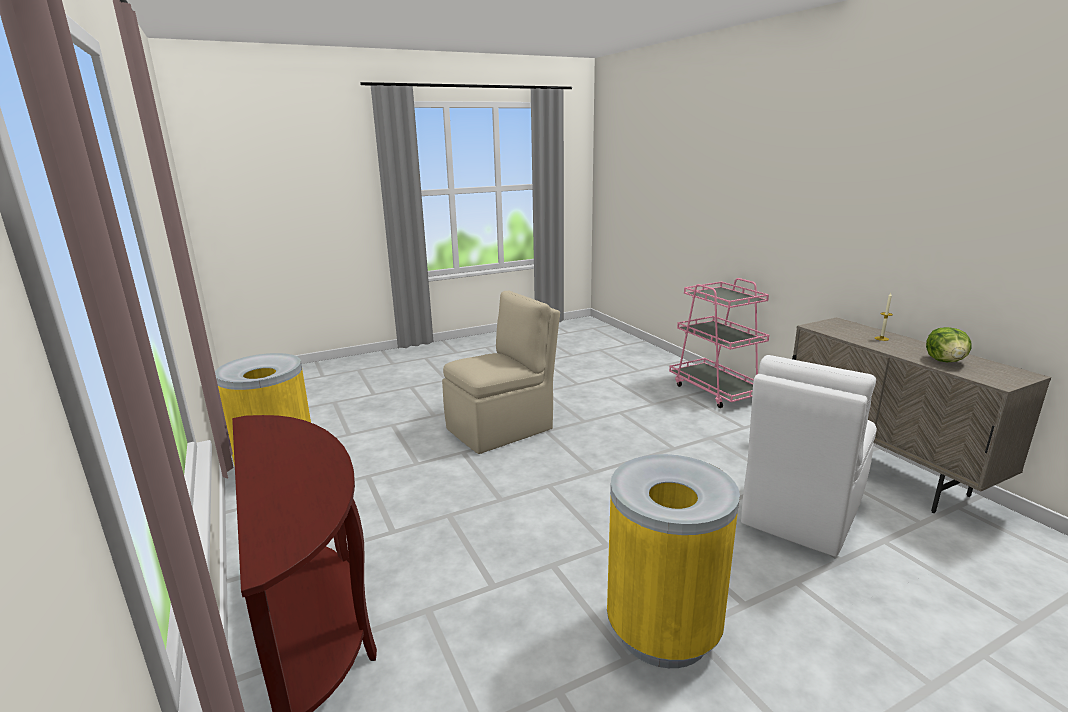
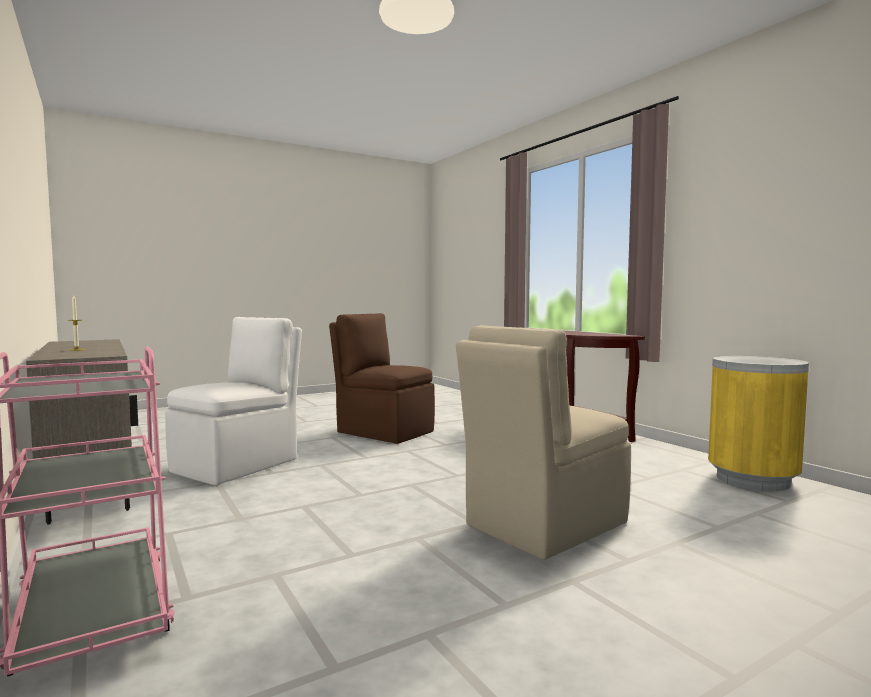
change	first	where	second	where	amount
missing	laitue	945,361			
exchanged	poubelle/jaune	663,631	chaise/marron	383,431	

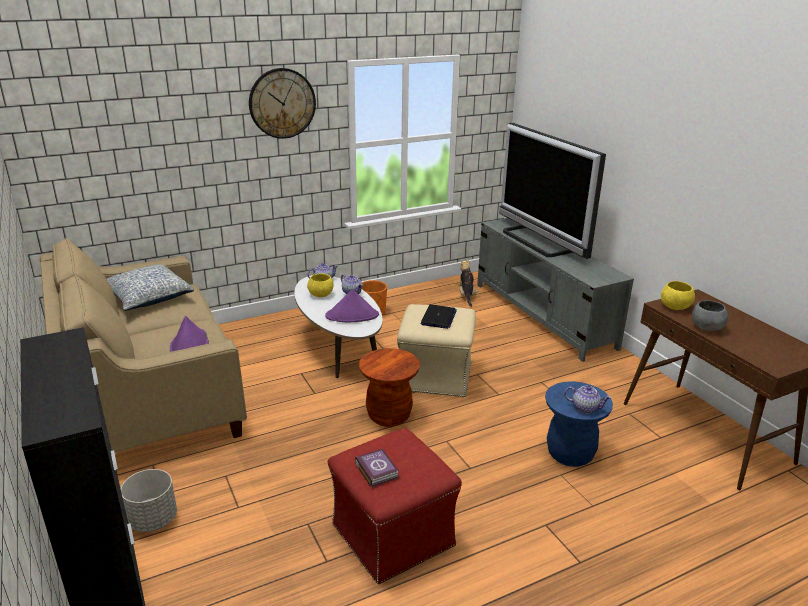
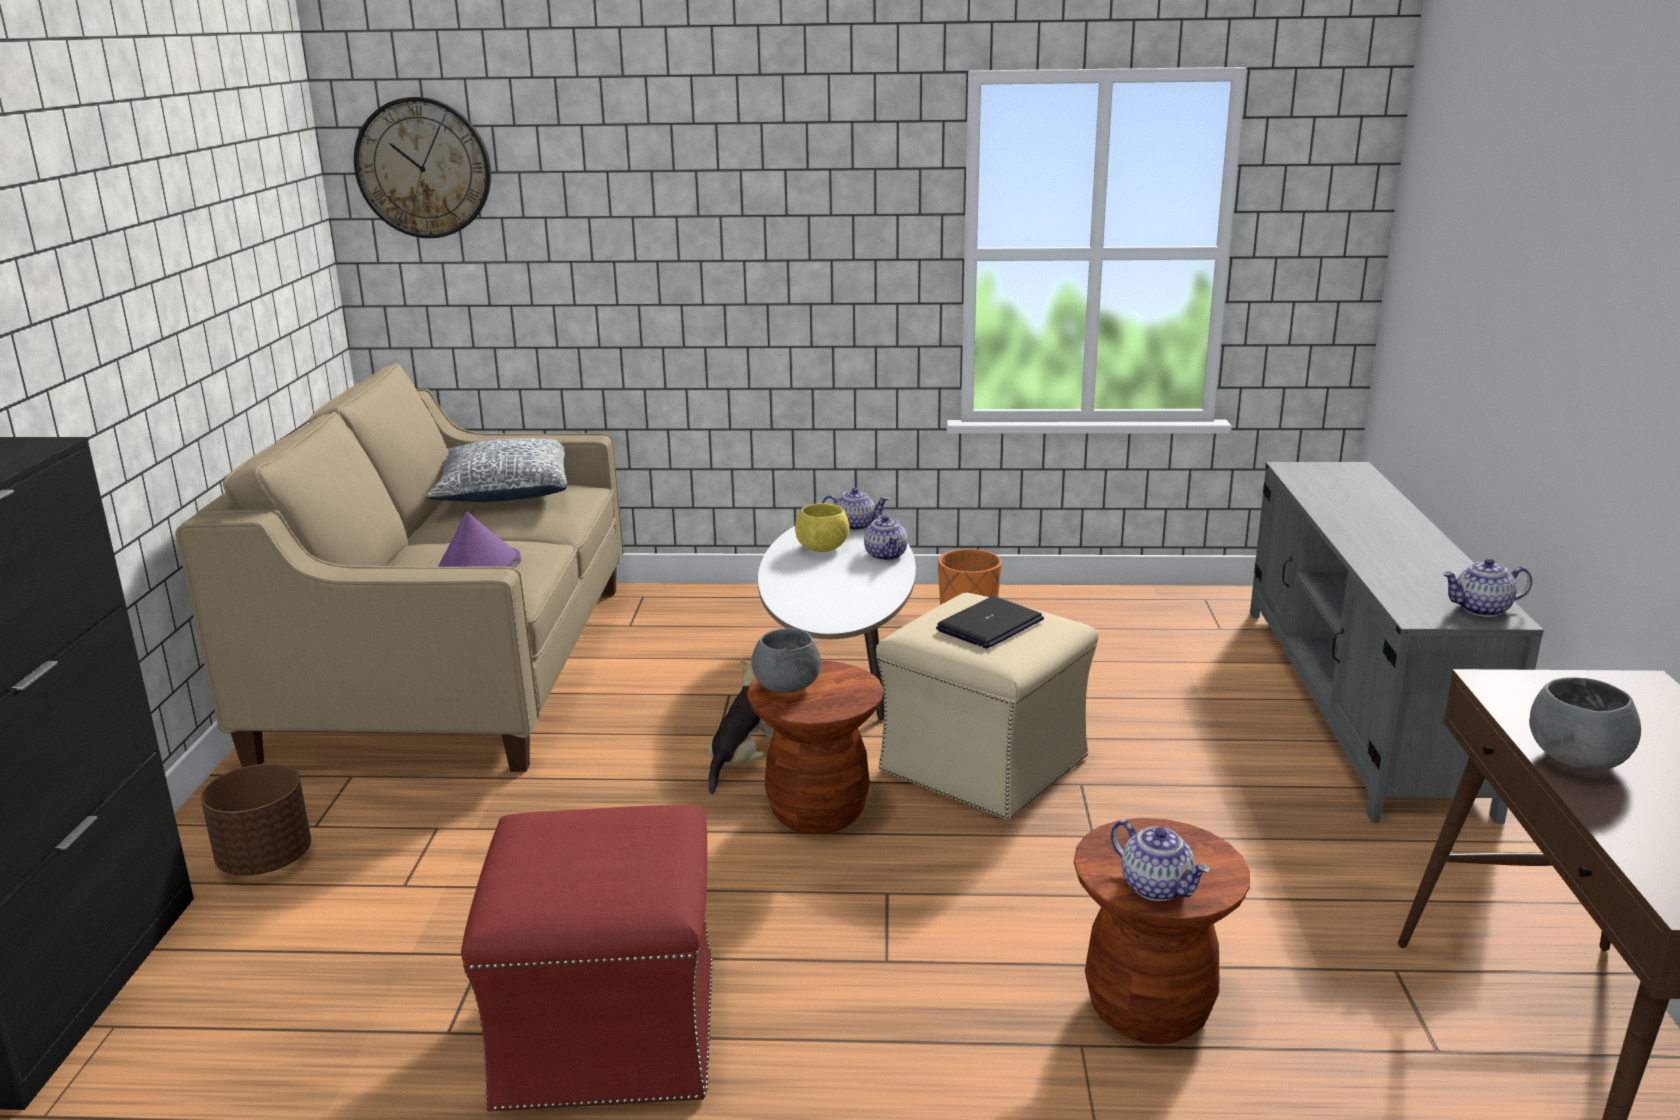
change	first	where	second	where	amount
missing	chapeau/violet	352,316			
missing	livre	377,470			
missing	téléviseur	537,241			
missing	bol/jaune	674,307			
appeared			bol/gris	787,687	
appeared			théière	1481,609	
relocated	horloge murale	282,103		423,168	
relocated	peluche	466,296		743,761	
colour	cache-pot/gris	152,519	cache-pot/marron	265,860	
colour	tabouret/bleu	570,454	tabouret/marron	1148,1009	

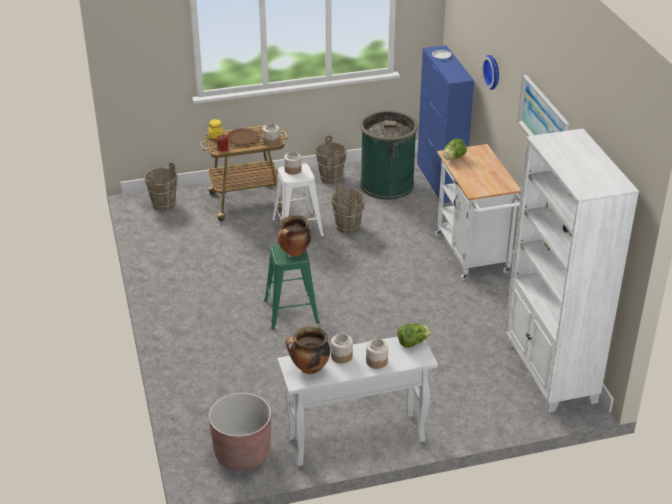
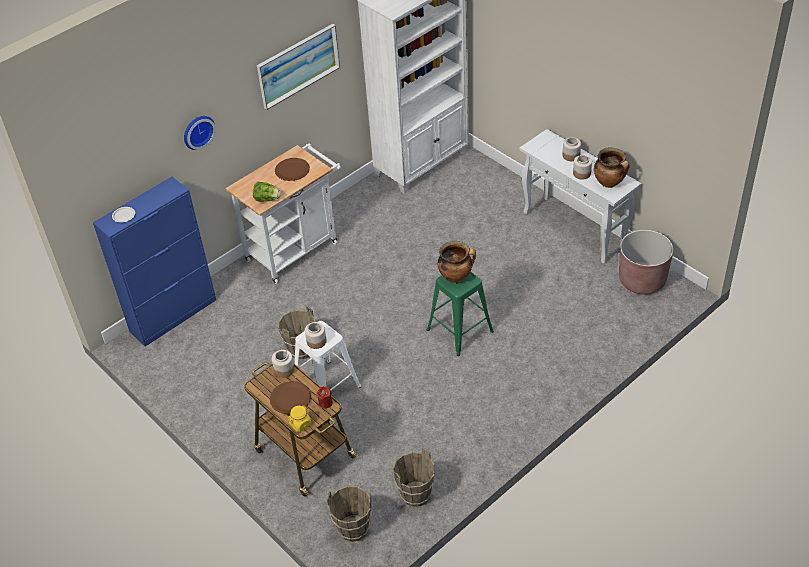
change	first	where	second	where	amount
missing	poubelle/vert	387,184			
missing	laitue	412,343			
appeared			assiette/marron	292,170	
relocated	seau/marron	330,178		416,494	

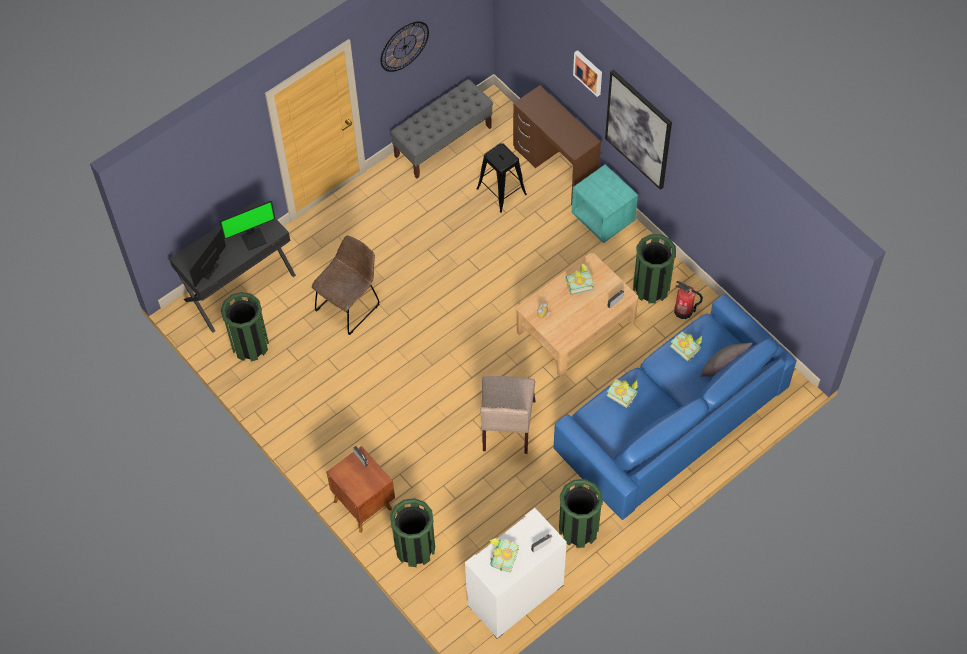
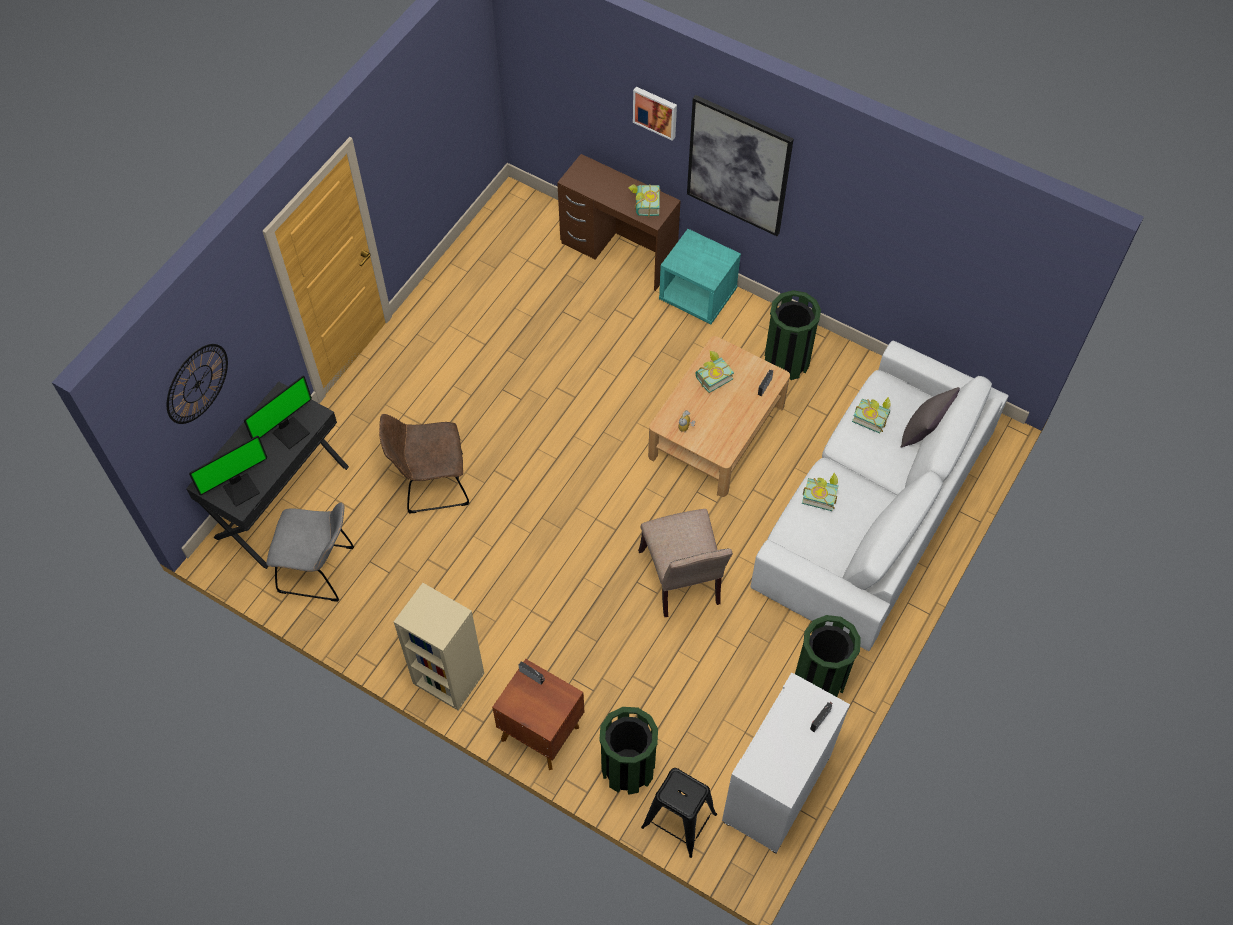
change	first	where	second	where	amount
missing	banc/gris	443,141			
missing	extincteur	683,311			
appeared			bibliothèque/beige	447,678	
relocated	horloge murale	404,46		197,383	
relocated	tabouret/noir	501,191		679,820	
relocated	livre	501,557		644,205	
exchanged	poubelle/vert	250,345	chaise/gris	321,570	
colour	canapé/bleu	670,417	canapé/blanc	873,508	
spun	écran d'ordinateur	206,269		241,488	135 degrees counterclockwise
spun	chaise/marron	350,305		431,484	120 degrees counterclockwise

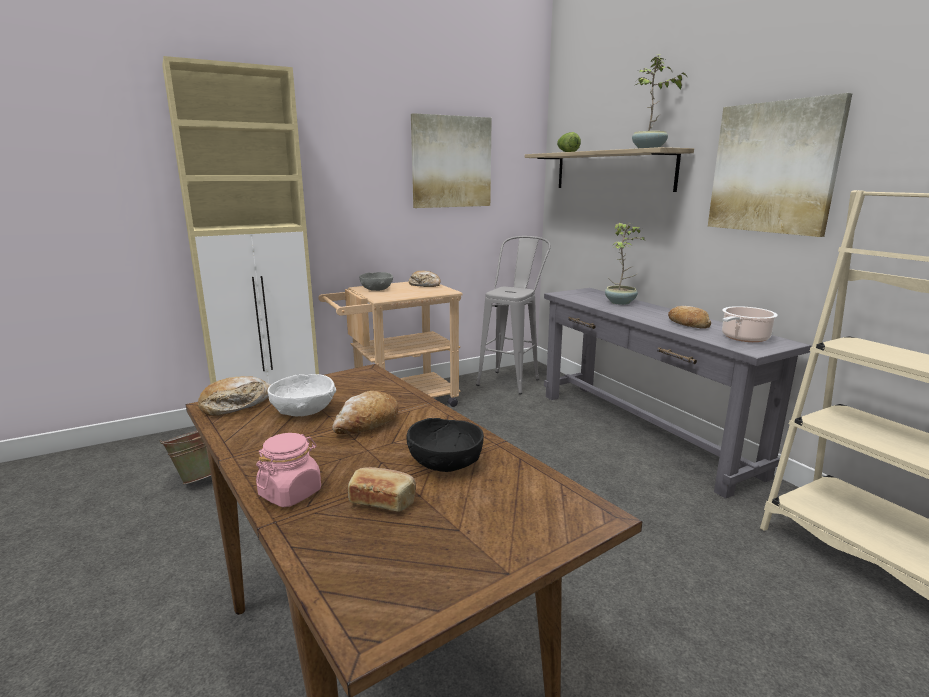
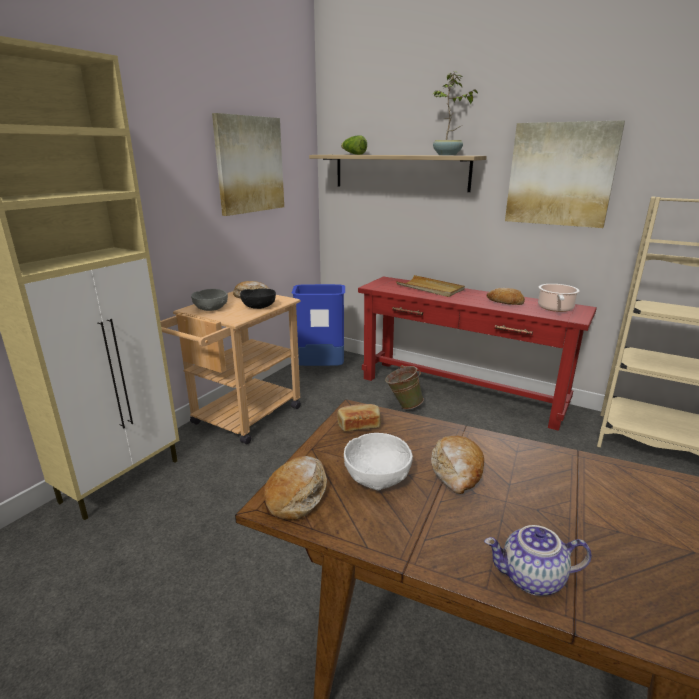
change	first	where	second	where	amount
relocated	seau/vert	196,478		403,405	
relocated	pain	383,501		359,425	
relocated	bol/noir	446,463		259,306	
exchanged	bocal/rose	290,493	théière	531,579	
exchanged	tabouret/gris	512,379	poubelle/bleu	321,368	
exchanged	plante en pot	621,302	plateau/beige	430,288	
colour	table console/gris	641,431	table console/rouge	460,392	

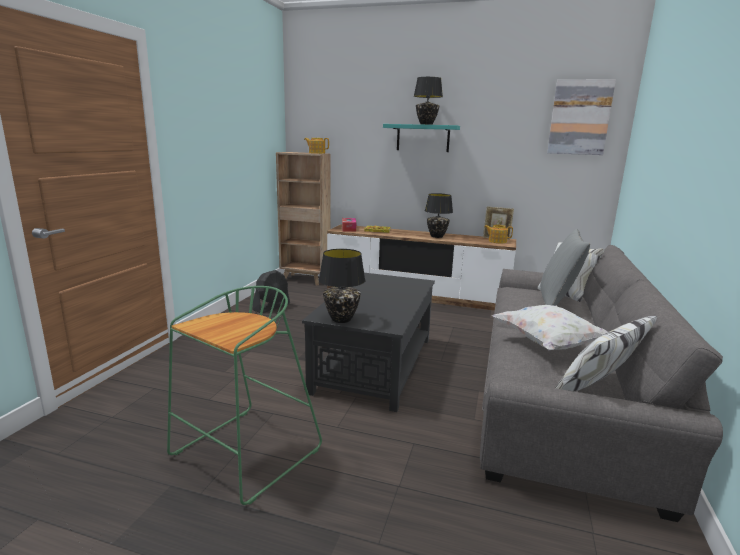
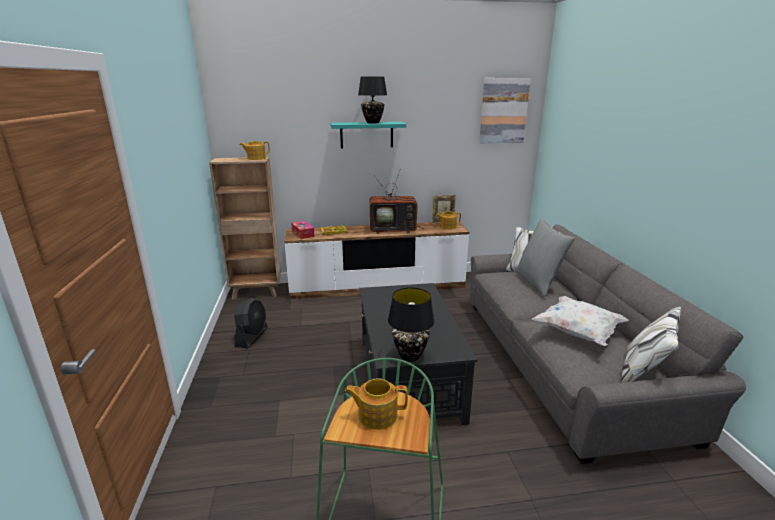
change	first	where	second	where	amount
appeared			théière	376,415	
exchanged	lampe de table/noir	437,236	téléviseur	394,229	

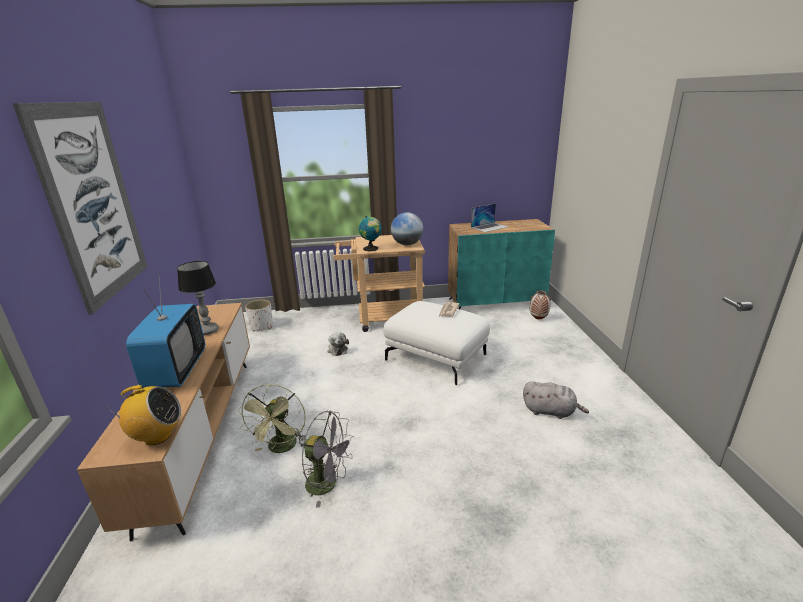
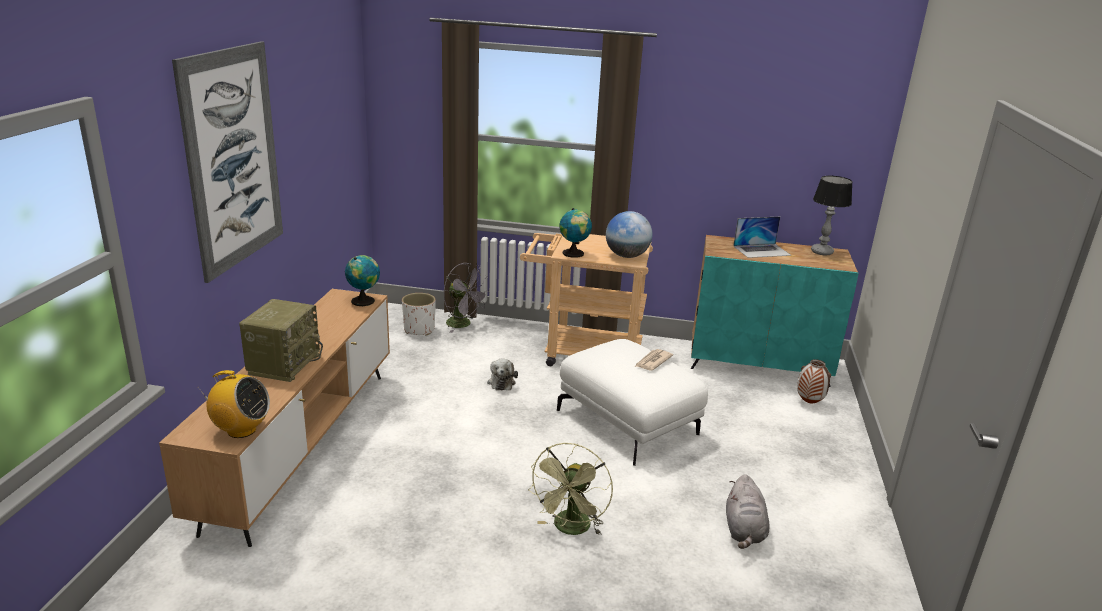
change	first	where	second	where	amount
appeared			globe	364,301	
relocated	lampe de table	208,331		822,252	
relocated	ventilateur/vert	281,448		570,529	
relocated	ventilateur/gris	328,484		463,324	
exchanged	téléviseur	176,370	radio	284,363	
spun	peluche/gris	551,411		744,531	60 degrees clockwise

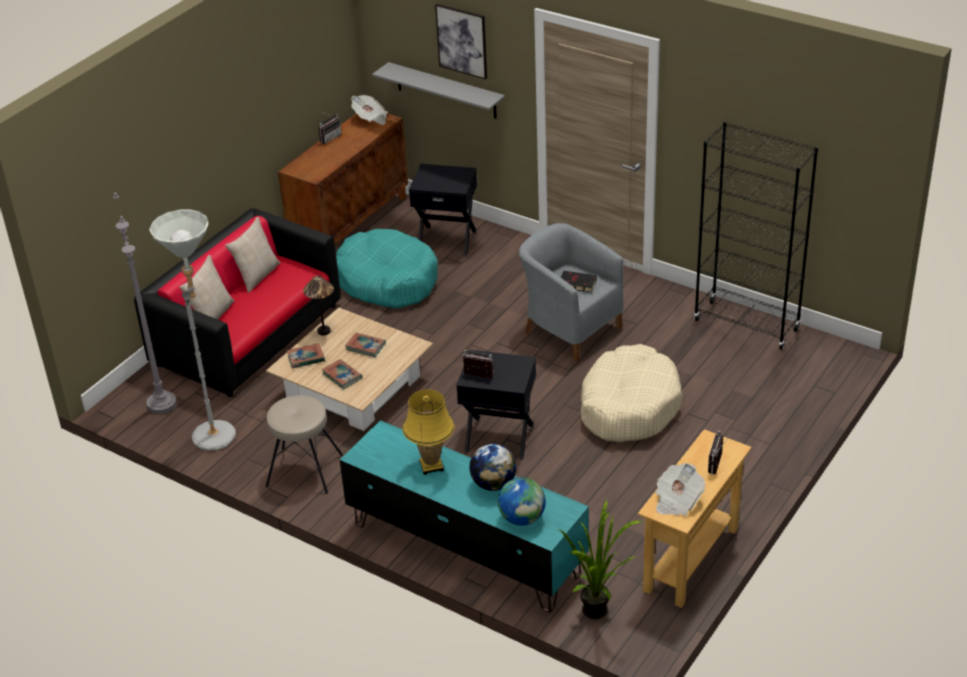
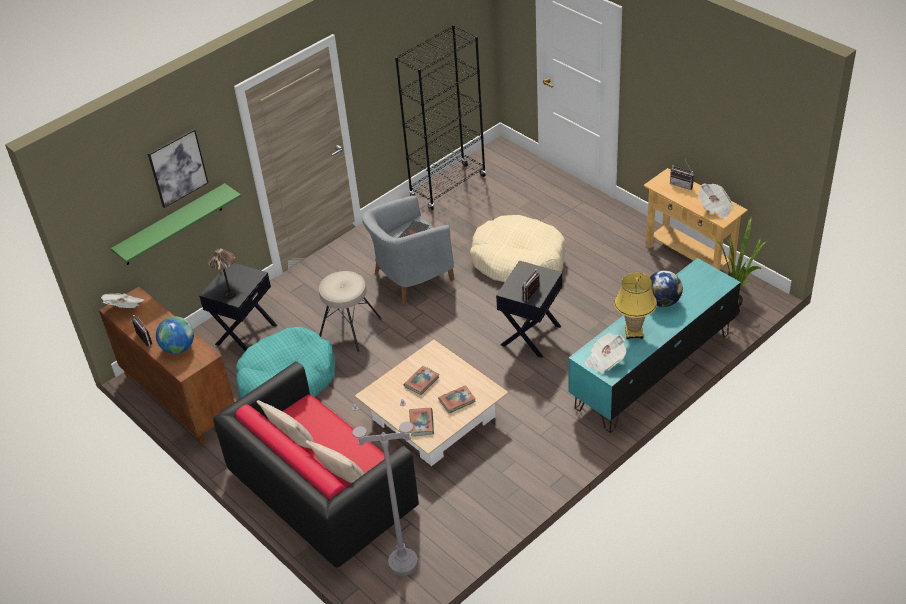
change	first	where	second	where	amount
missing	lampadaire/gris	217,430			
appeared			journal	605,360	
relocated	tabouret/beige	304,469		349,329	
relocated	lampe de table	324,331		230,294	
relocated	globe	522,518		178,348	
colour	étagère/gris	446,91	étagère/vert	172,225	

